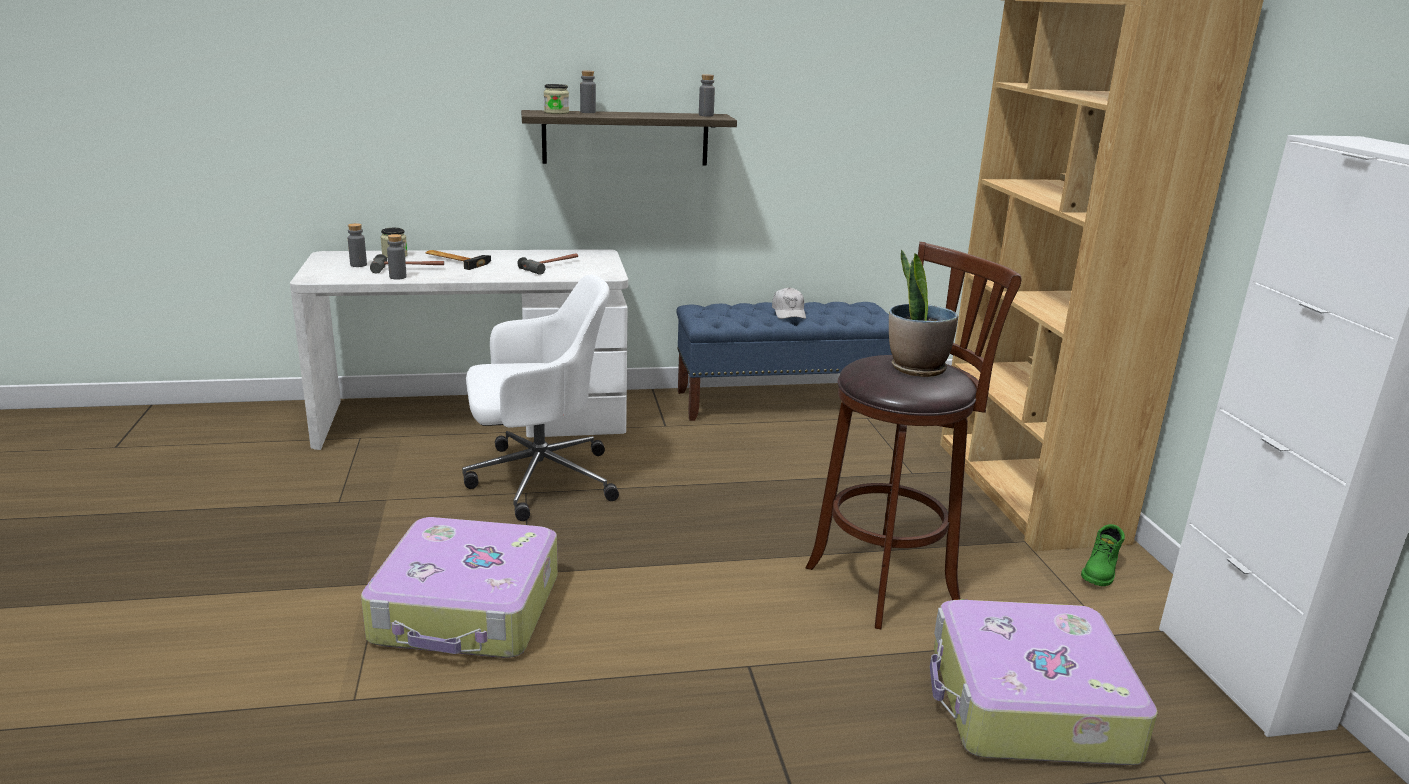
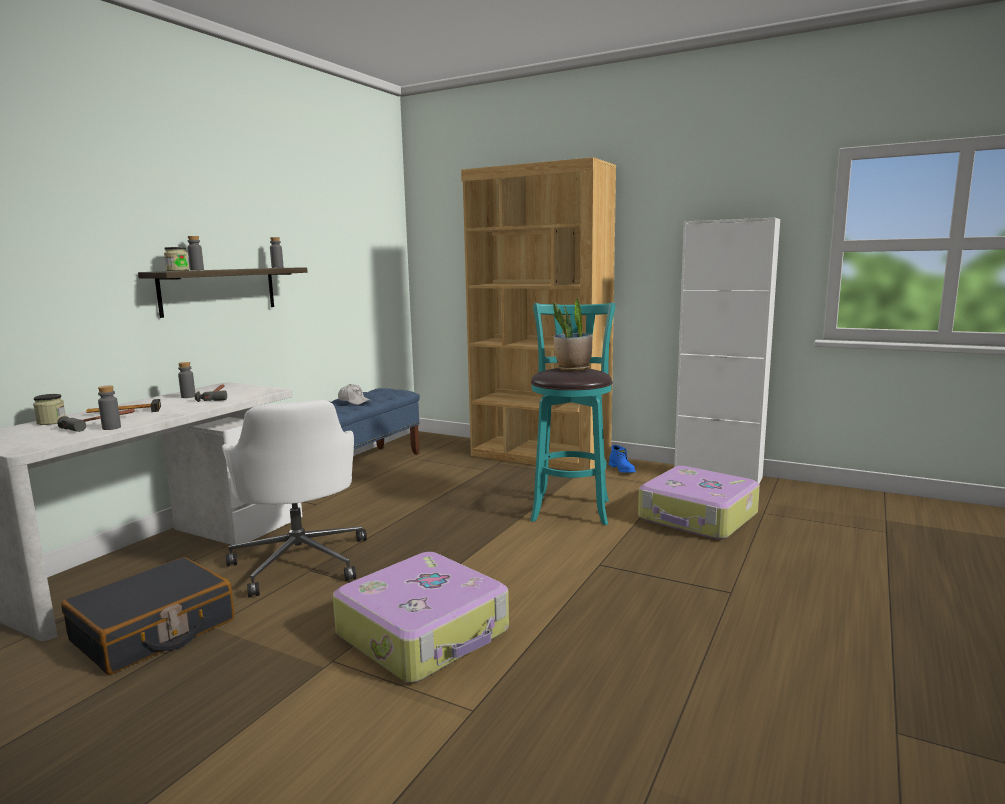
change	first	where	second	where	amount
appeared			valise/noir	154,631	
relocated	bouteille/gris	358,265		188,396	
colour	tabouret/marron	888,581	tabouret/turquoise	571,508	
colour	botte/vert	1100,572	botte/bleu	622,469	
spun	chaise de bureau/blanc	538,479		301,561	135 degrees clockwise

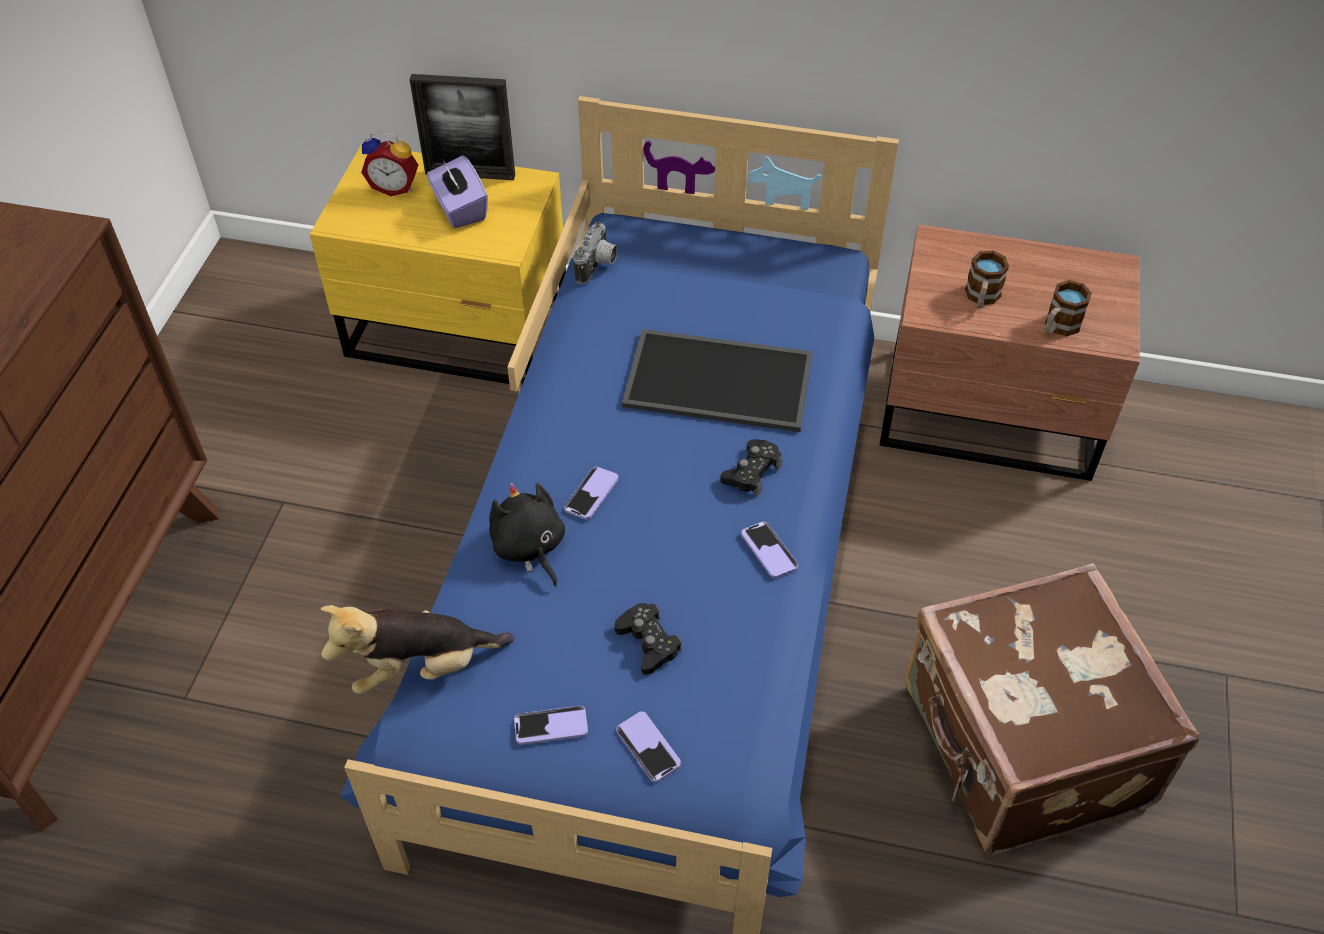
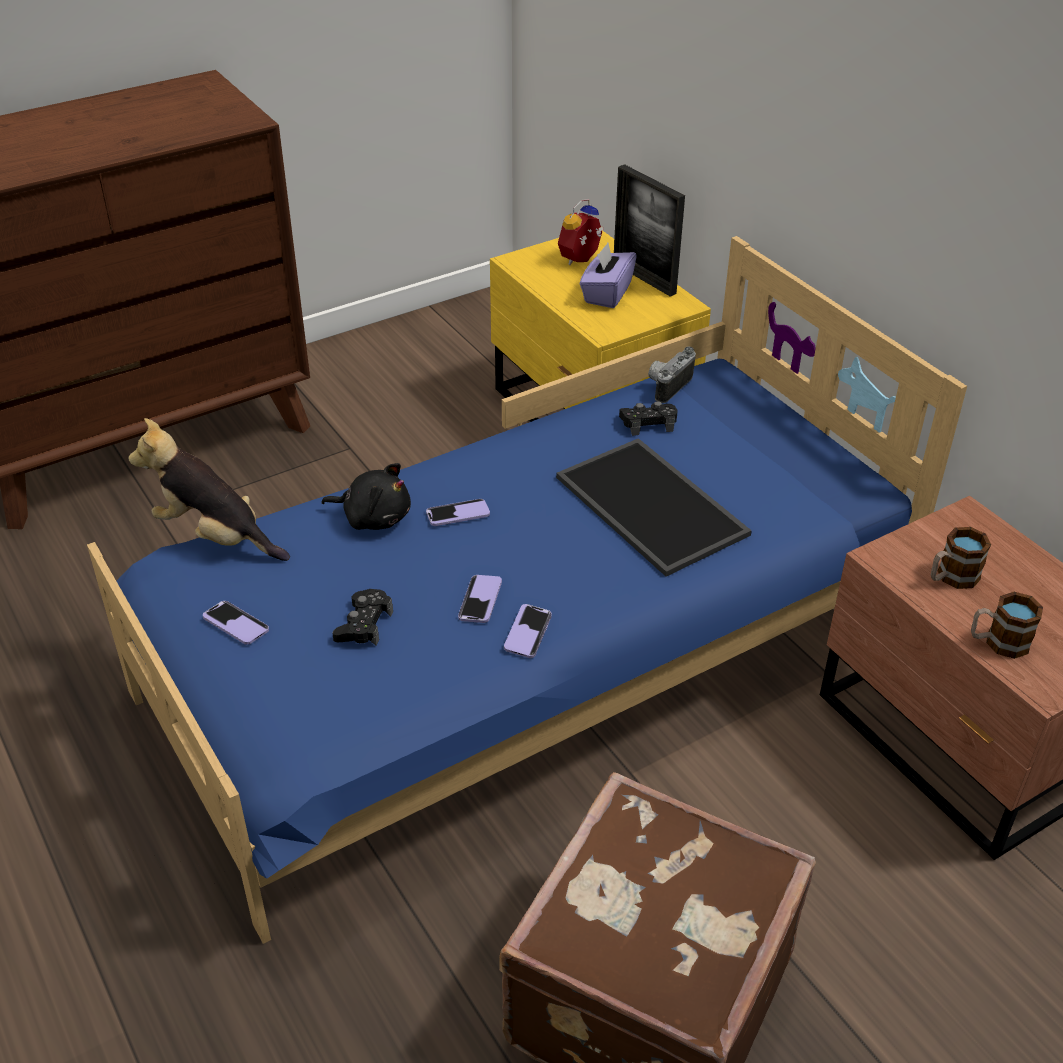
change	first	where	second	where	amount
relocated	téléphone	648,748		480,600	
relocated	manette/noir	751,472		648,423	
spun	réveil	395,187		582,260	75 degrees clockwise
spun	peluche/noir	529,548		373,517	90 degrees clockwise
spun	appareil photo	598,266		667,386	150 degrees clockwise

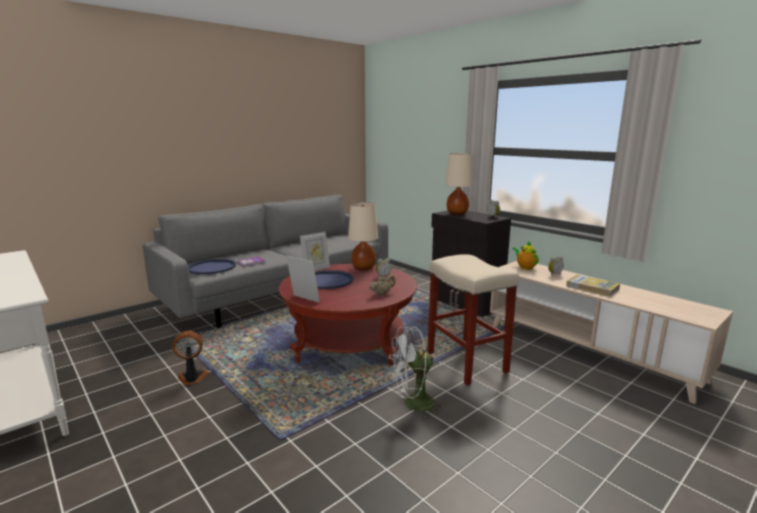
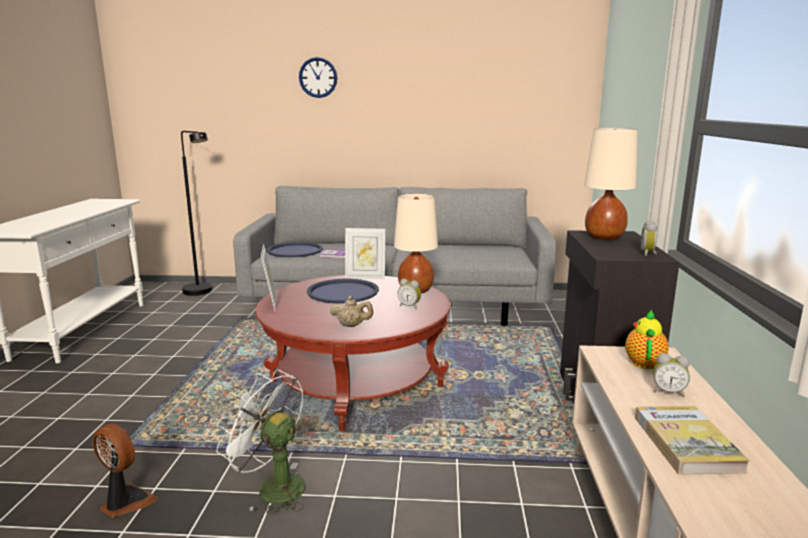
change	first	where	second	where	amount
missing	tabouret/beige	465,362			
appeared			lampadaire/noir	202,293	
appeared			horloge murale	318,77	
relocated	ventilateur	192,378		125,502	

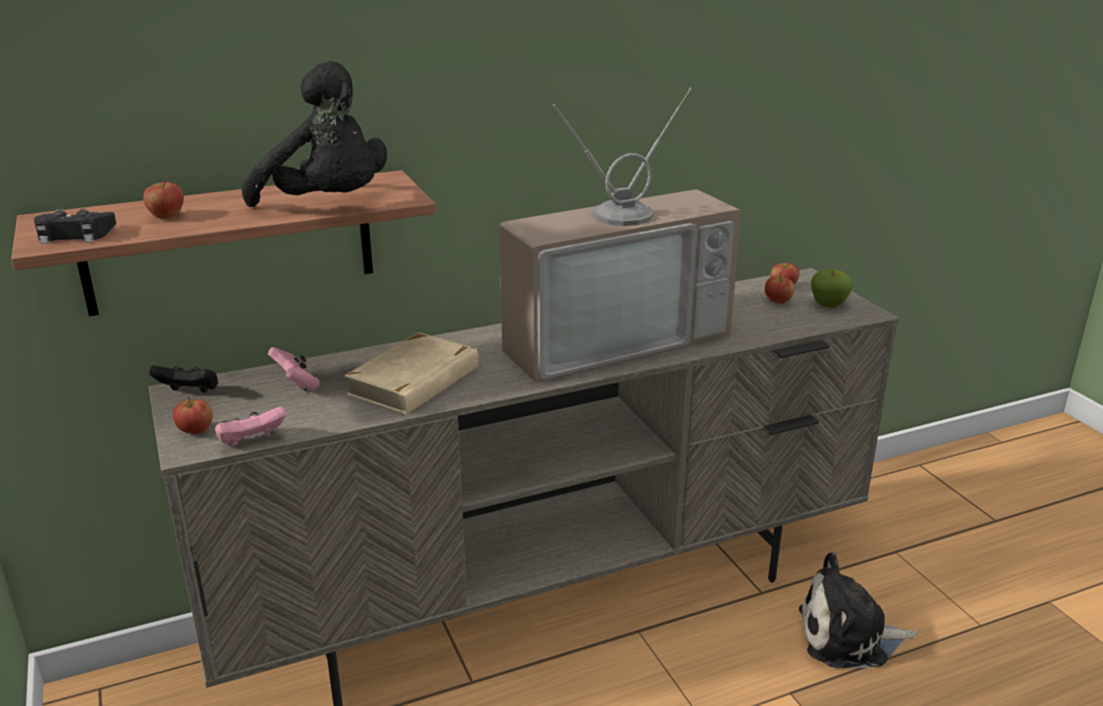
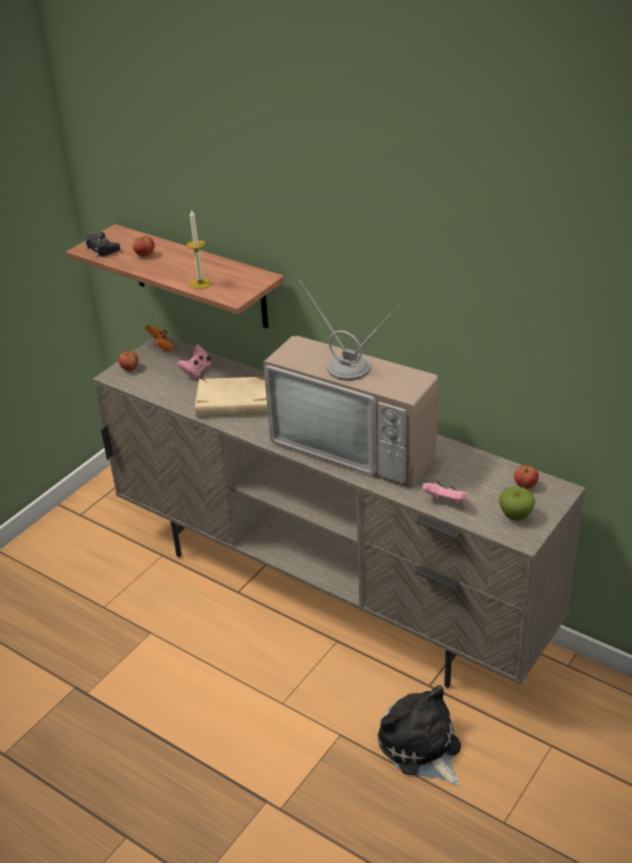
change	first	where	second	where	amount
missing	pomme	778,301			
relocated	manette/rose	251,442		445,502	
exchanged	peluche/noir	327,205	bougie	200,283	
colour	manette/noir	189,392	manette/orange	161,347	

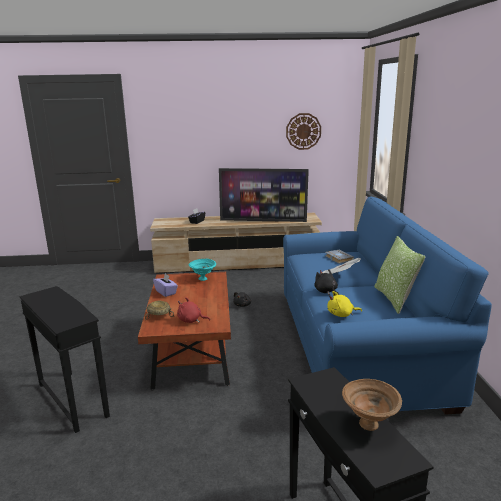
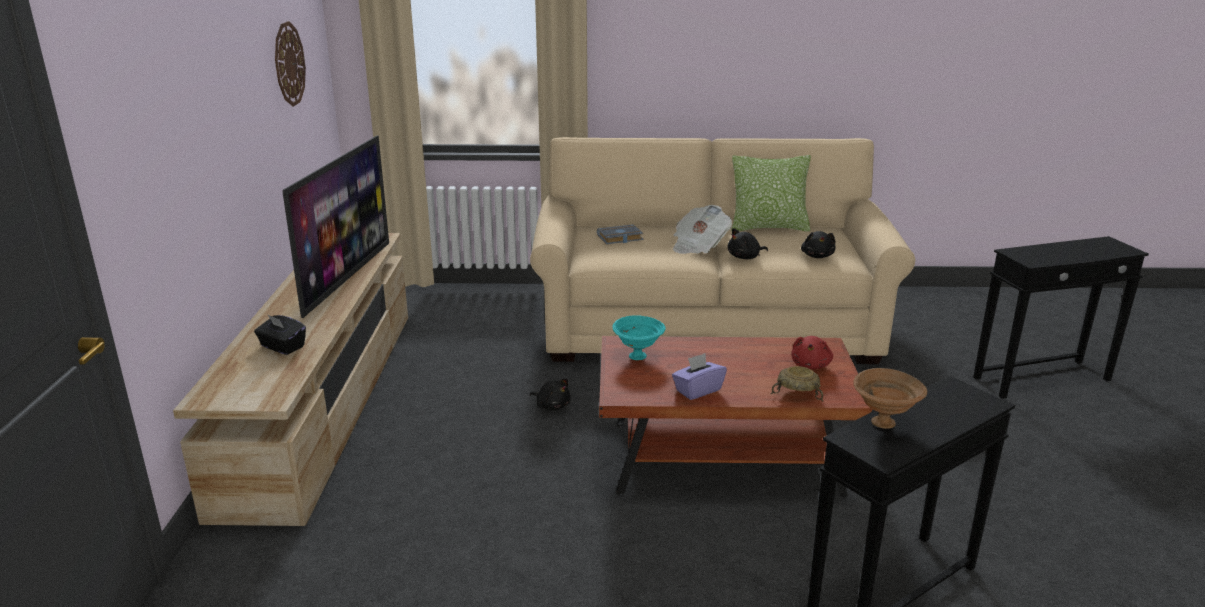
change	first	where	second	where	amount
relocated	bol/marron	370,425		884,422	
colour	canapé/bleu	357,346	canapé/beige	708,328	
colour	peluche/jaune	341,314	peluche/noir	817,256	

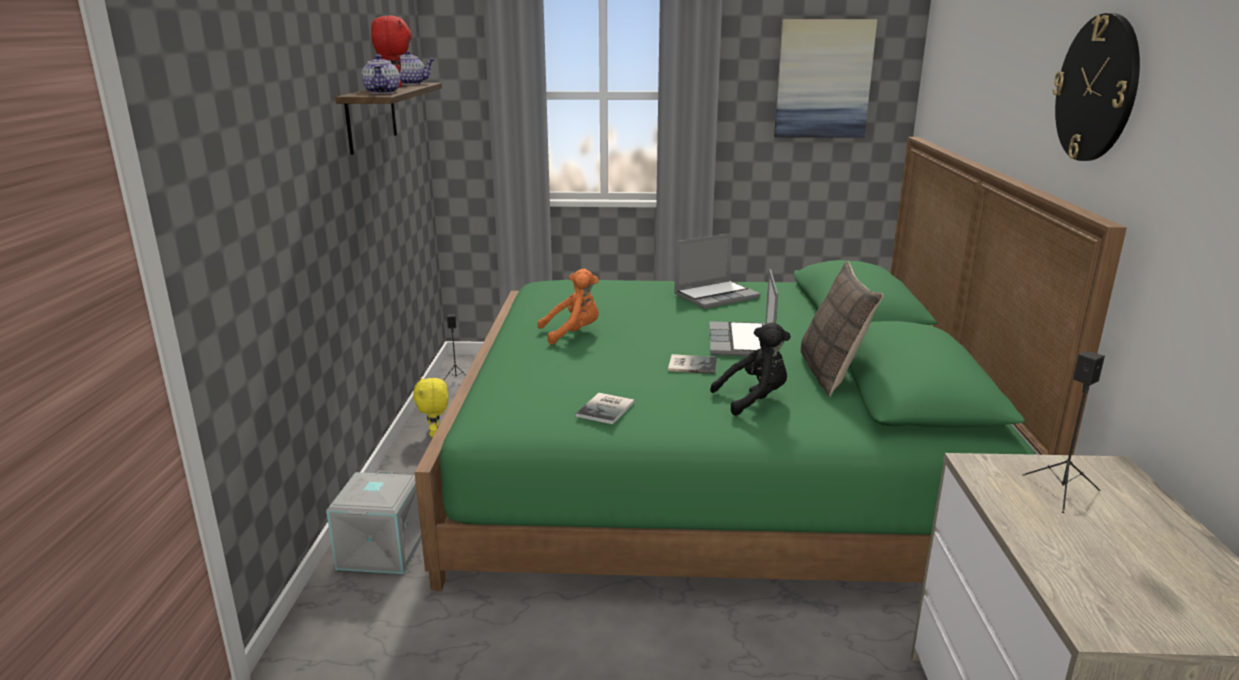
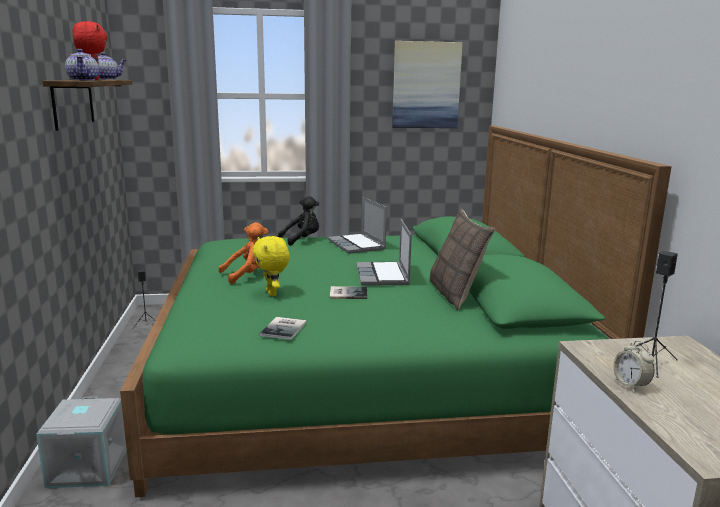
change	first	where	second	where	amount
missing	horloge murale	1097,88			
appeared			réveil	631,384	
relocated	peluche/jaune	435,433		272,293	
relocated	peluche/noir	754,399		302,240	
spun	ordinateur portable	716,296		357,245	105 degrees clockwise

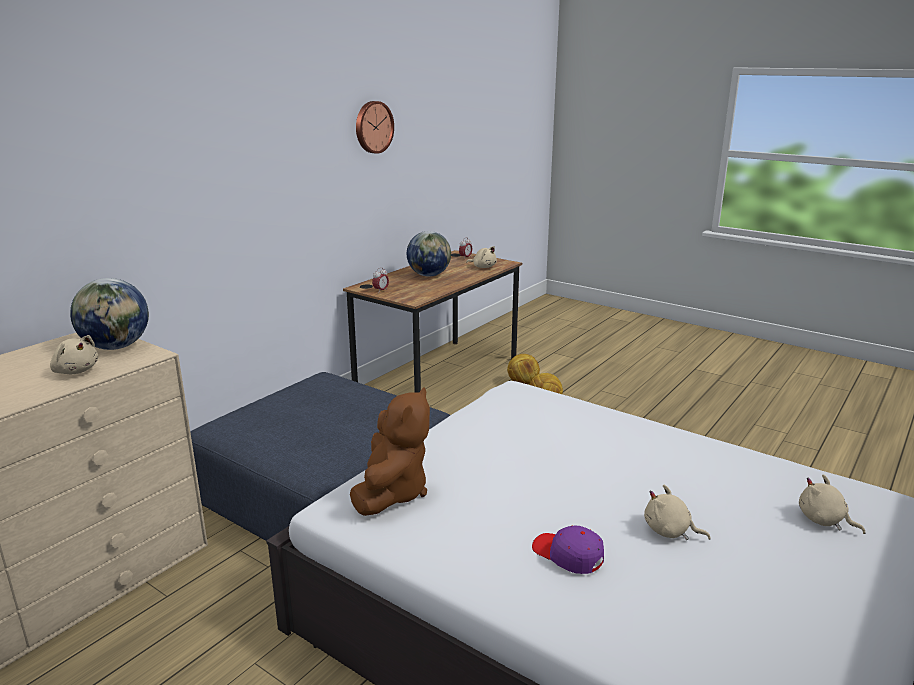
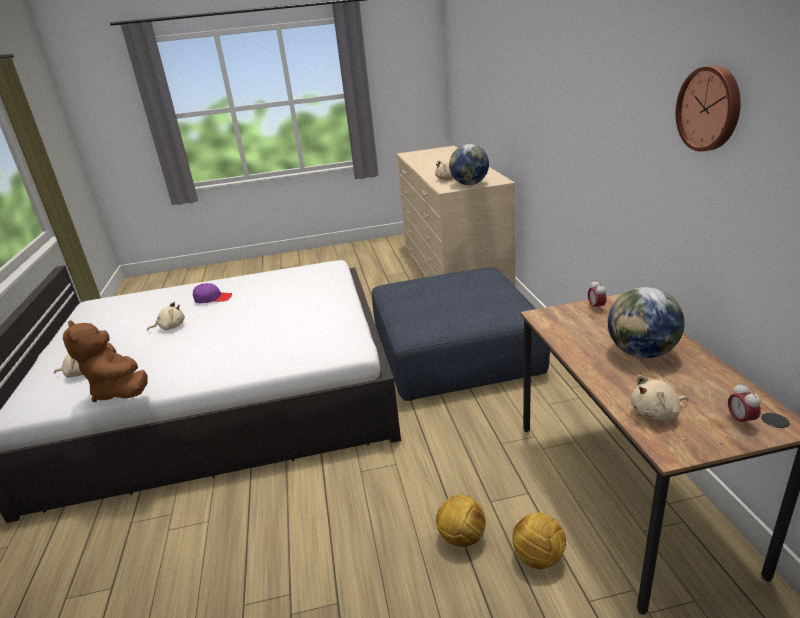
change	first	where	second	where	amount
relocated	peluche/marron	392,493		120,391	

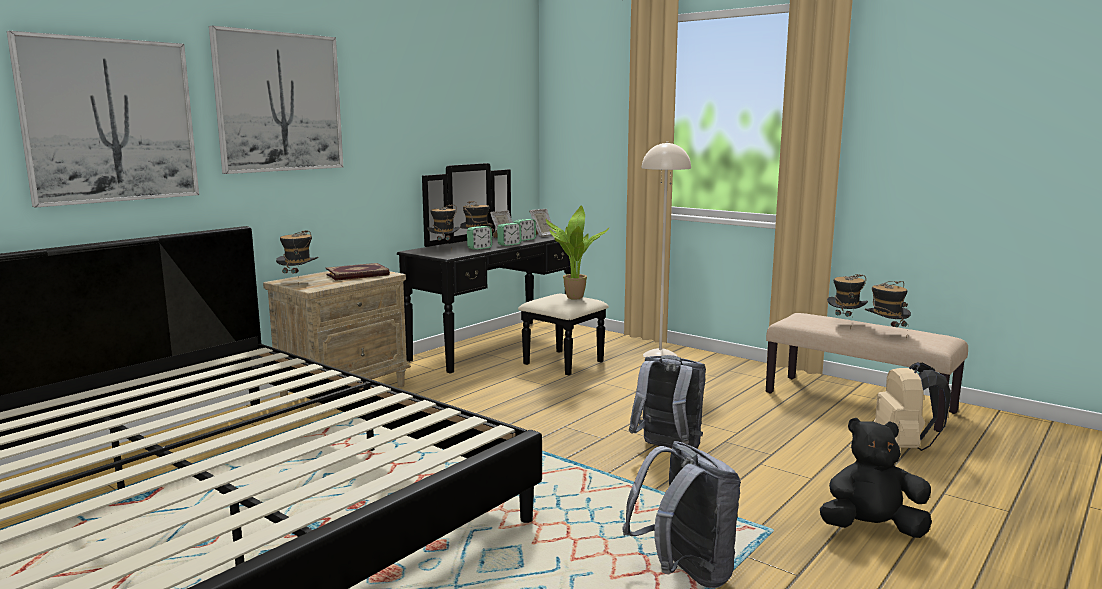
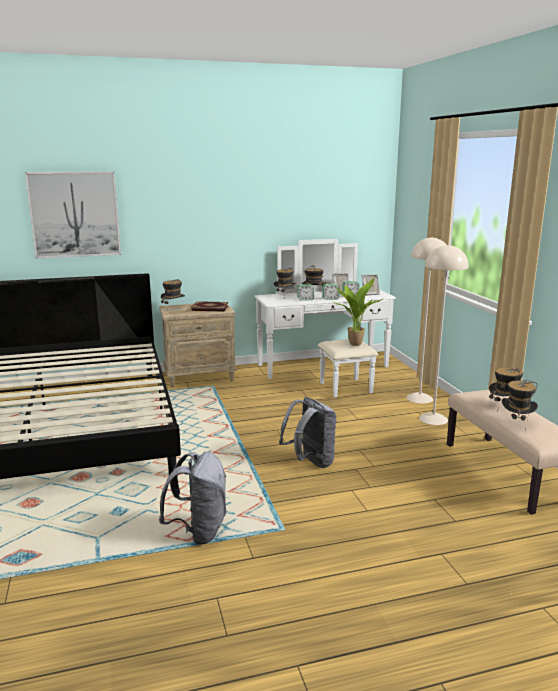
change	first	where	second	where	amount
missing	tableau	279,102			
missing	peluche/noir	872,529			
missing	sac à dos/beige	904,446			
appeared			lampadaire/beige	433,418	
colour	commode/noir	510,349	commode/blanc	328,370	

